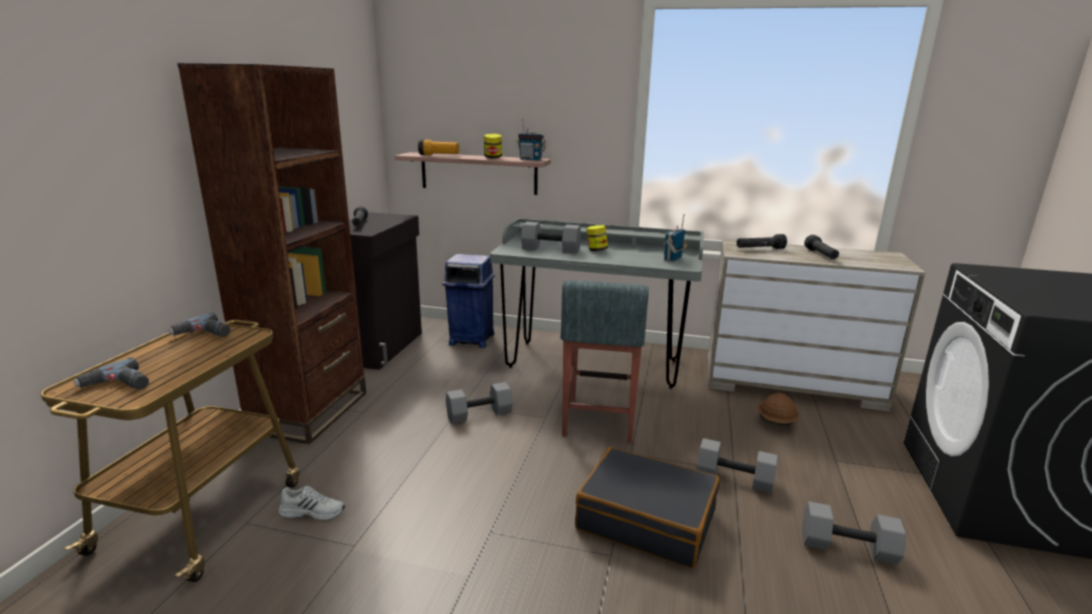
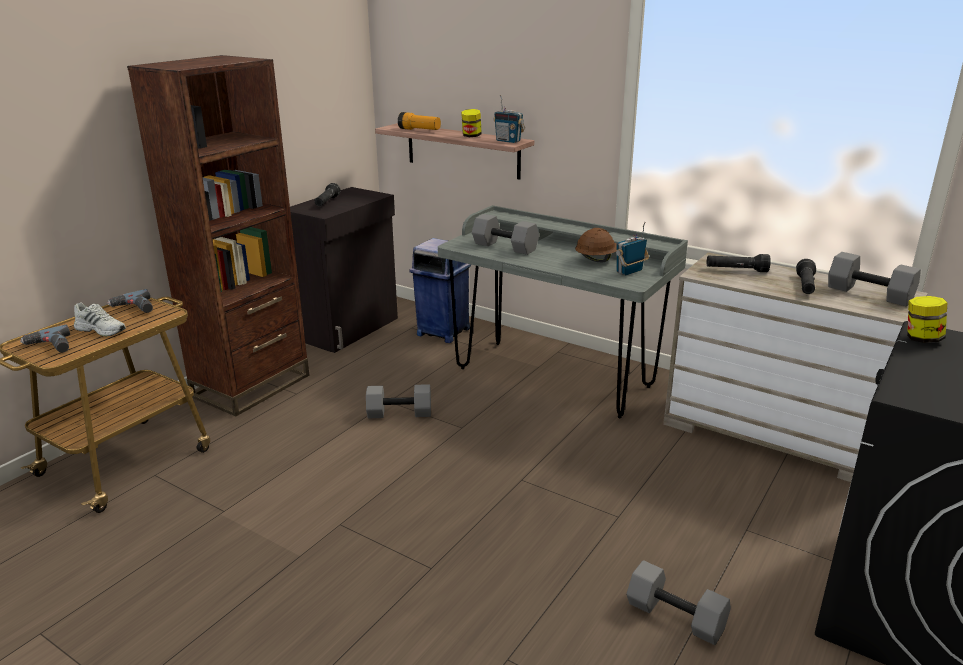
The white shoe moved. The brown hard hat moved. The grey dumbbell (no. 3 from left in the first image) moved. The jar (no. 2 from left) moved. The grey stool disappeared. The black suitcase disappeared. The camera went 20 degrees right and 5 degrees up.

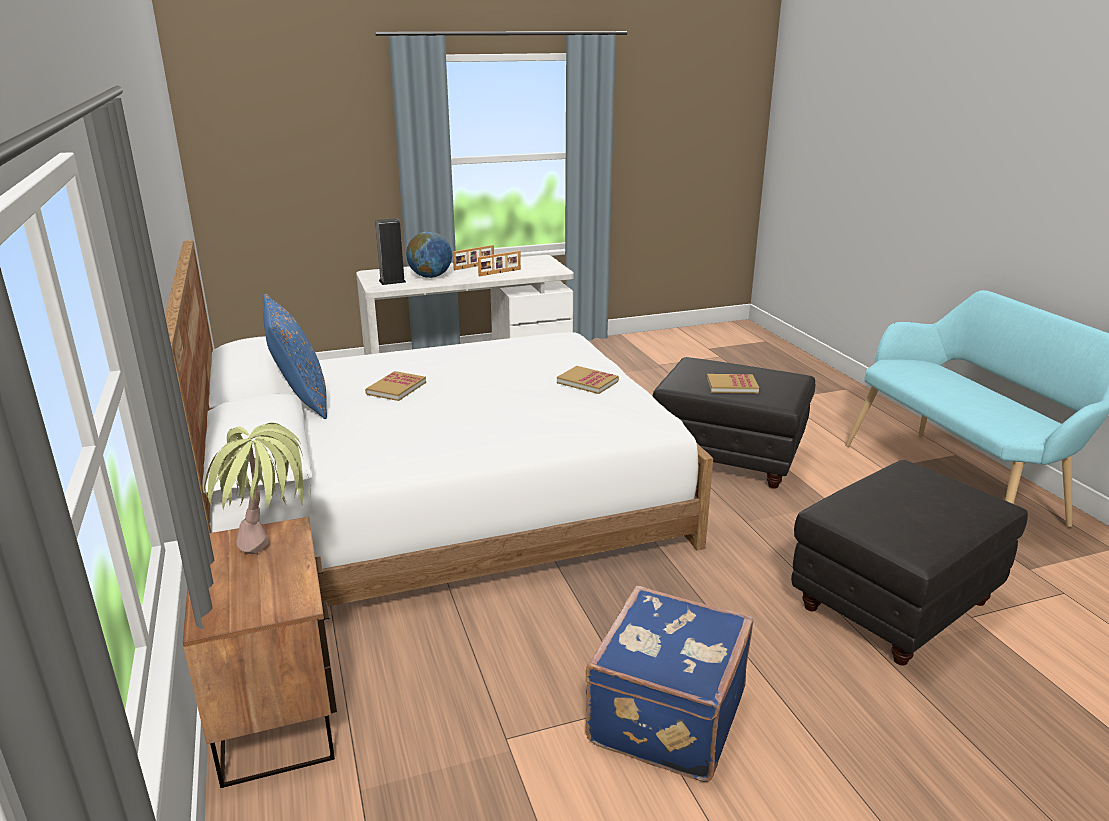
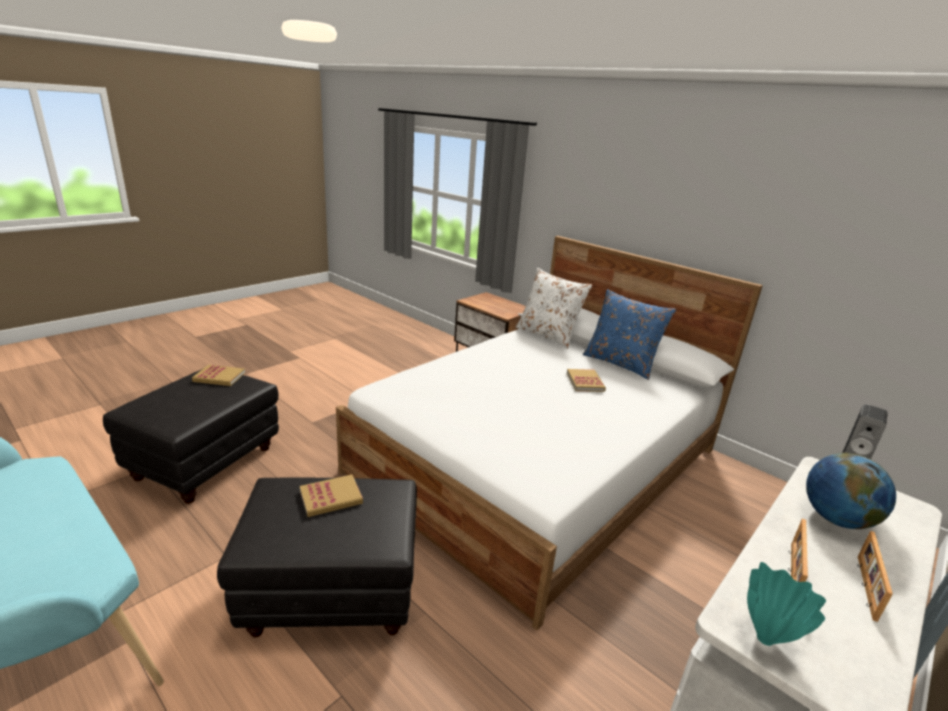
The book (no. 2 from left in the first image) moved. The white pillow appeared. The turquoise vase appeared. The potted plant disappeared. The blue suitcase disappeared. The camera went 150 degrees right and 0 degrees up.

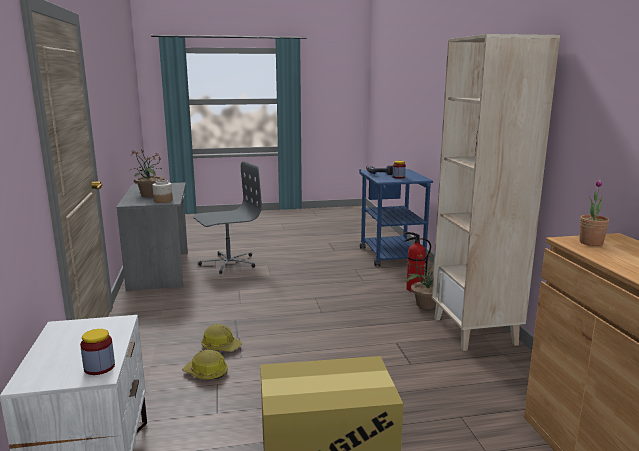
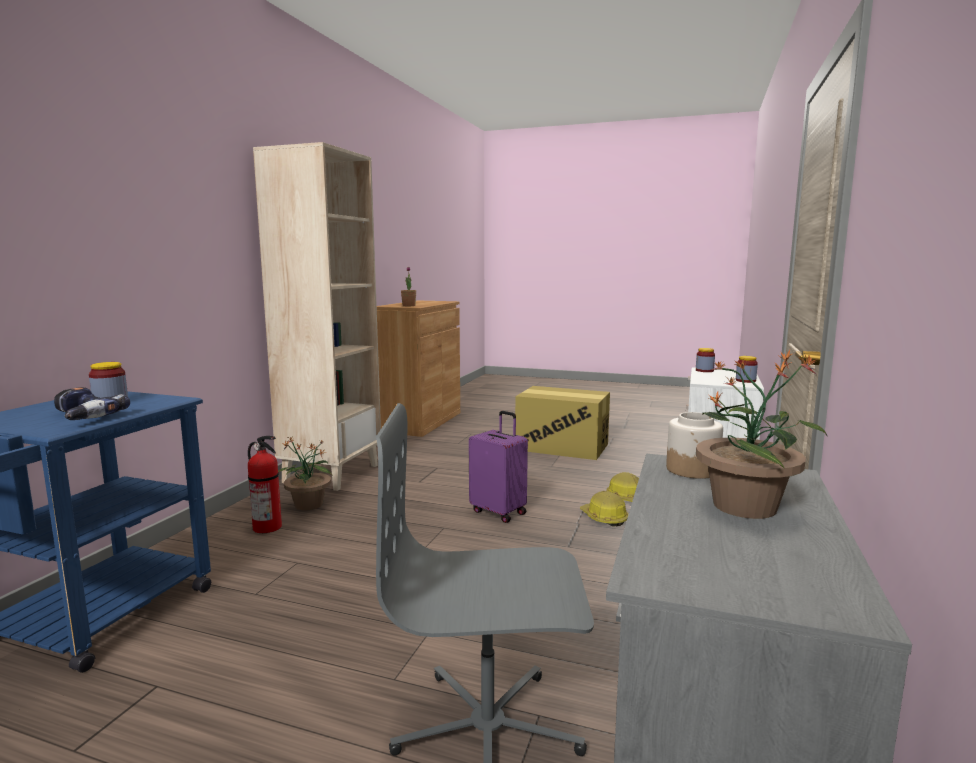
The purple suitcase appeared. The jar (no. 4 from left) appeared. The camera went 150 degrees left and 5 degrees down.

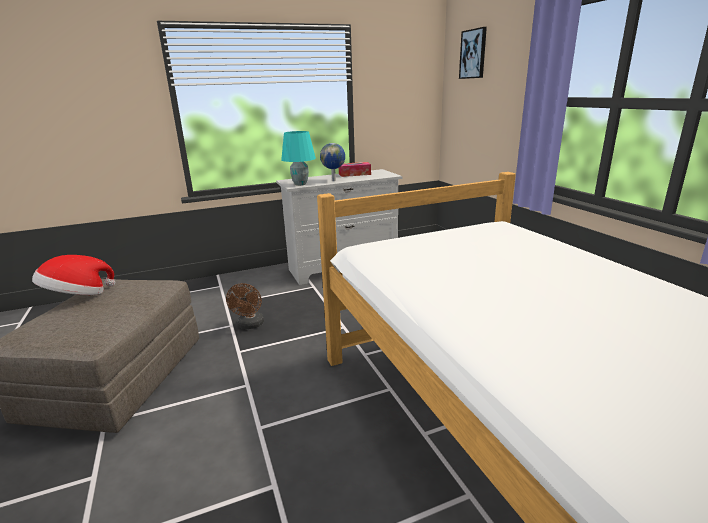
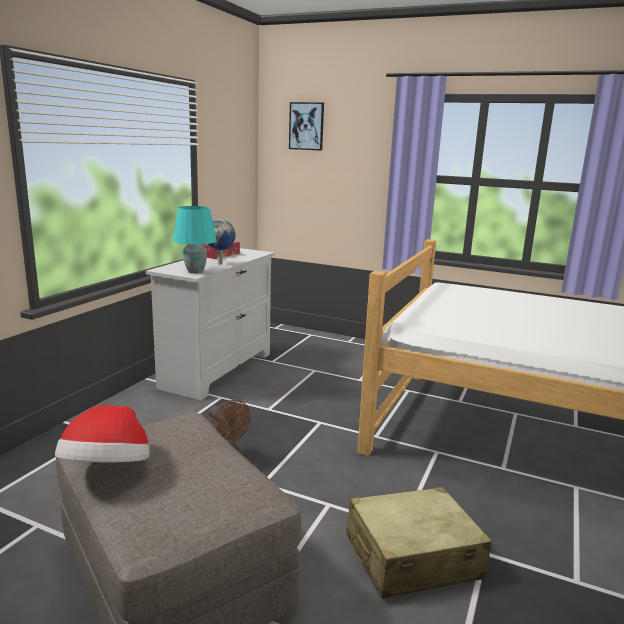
The beige suitcase appeared. The camera went 45 degrees left and 5 degrees down.

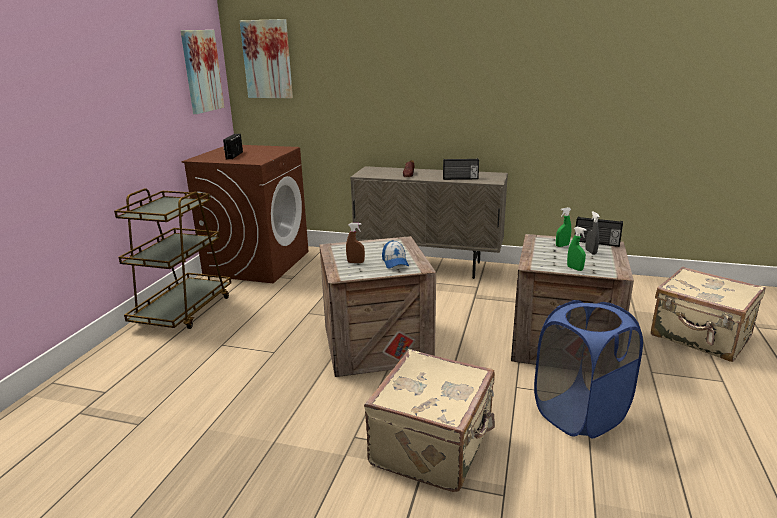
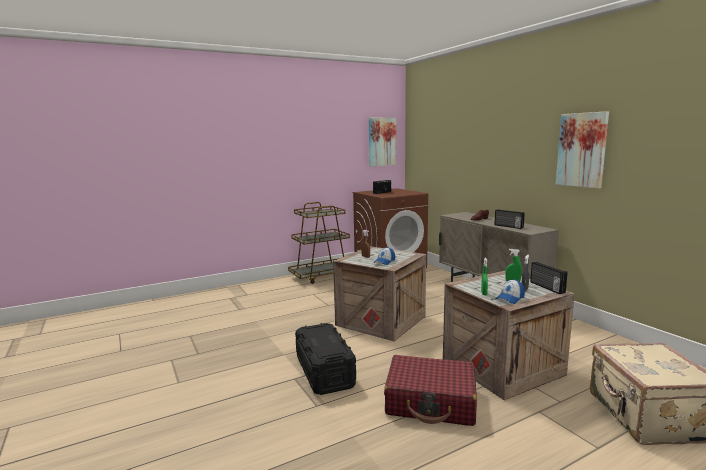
The beige suitcase (no. 1 from left) was replaced by the black storage box. The blue laundry basket was replaced by the red suitcase. The cap (no. 2 from left) appeared. The picture (no. 2 from left) moved. The camera went 45 degrees right and 10 degrees down.

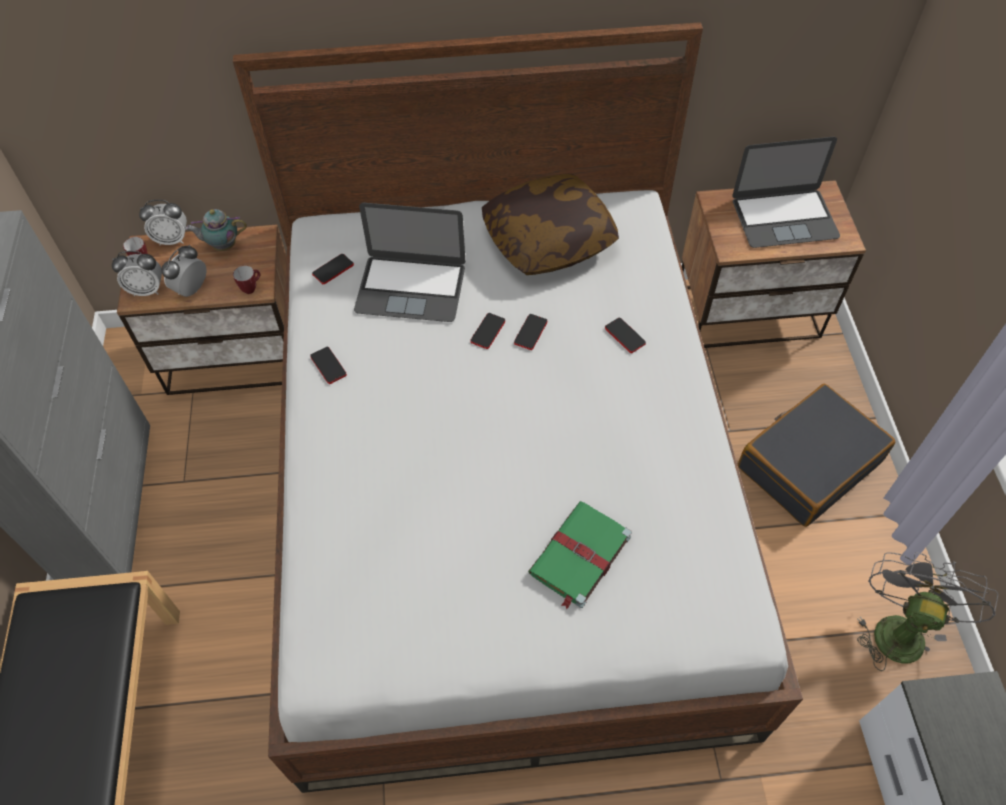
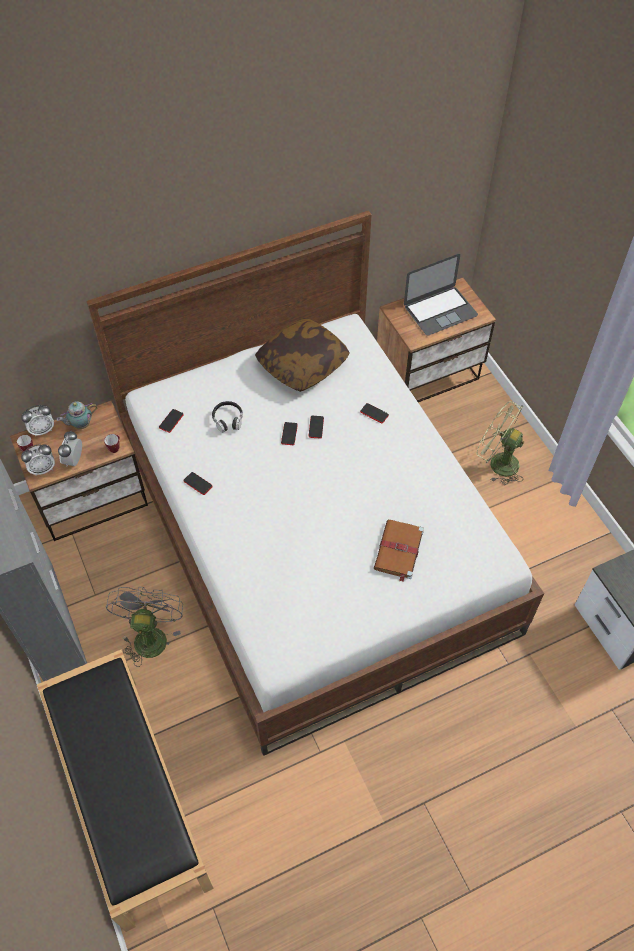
The grey fan moved. The laptop (no. 1 from left) was replaced by the black headphones. The green book became the brown book. The black suitcase was replaced by the green fan. The camera went 20 degrees left and 0 degrees up.

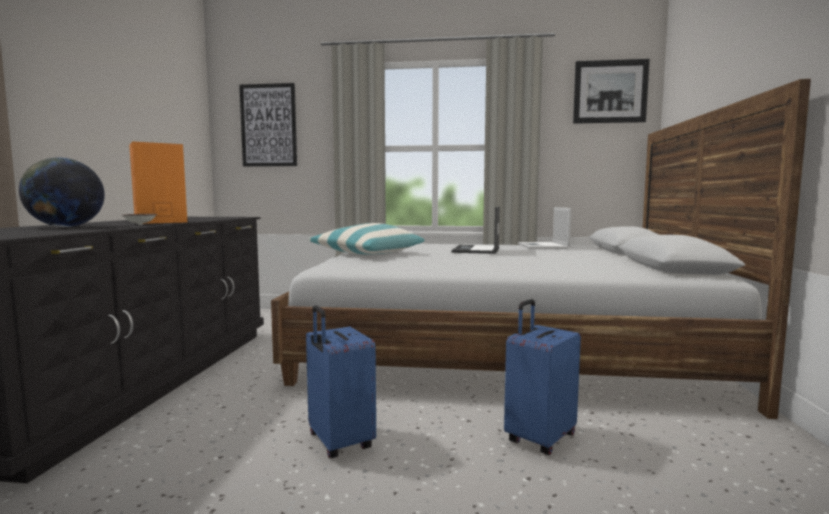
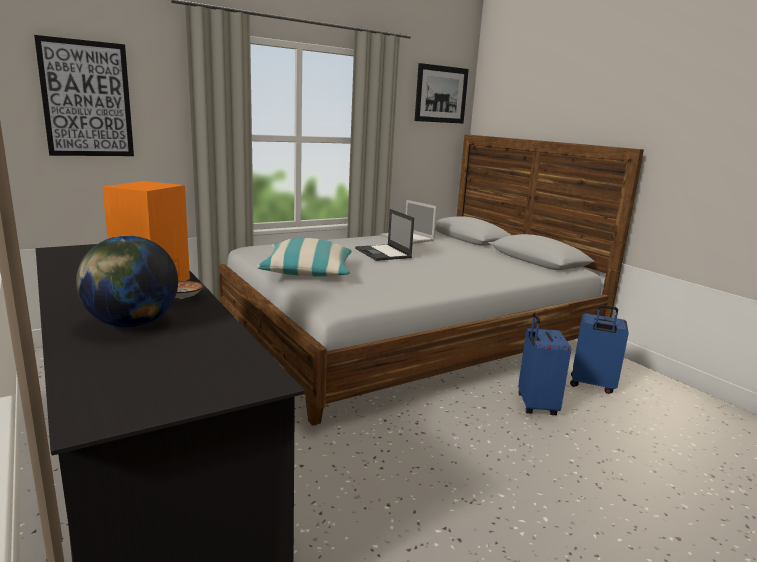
The blue suitcase (no. 1 from left in the first image) moved. The camera went 40 degrees left and 10 degrees up.

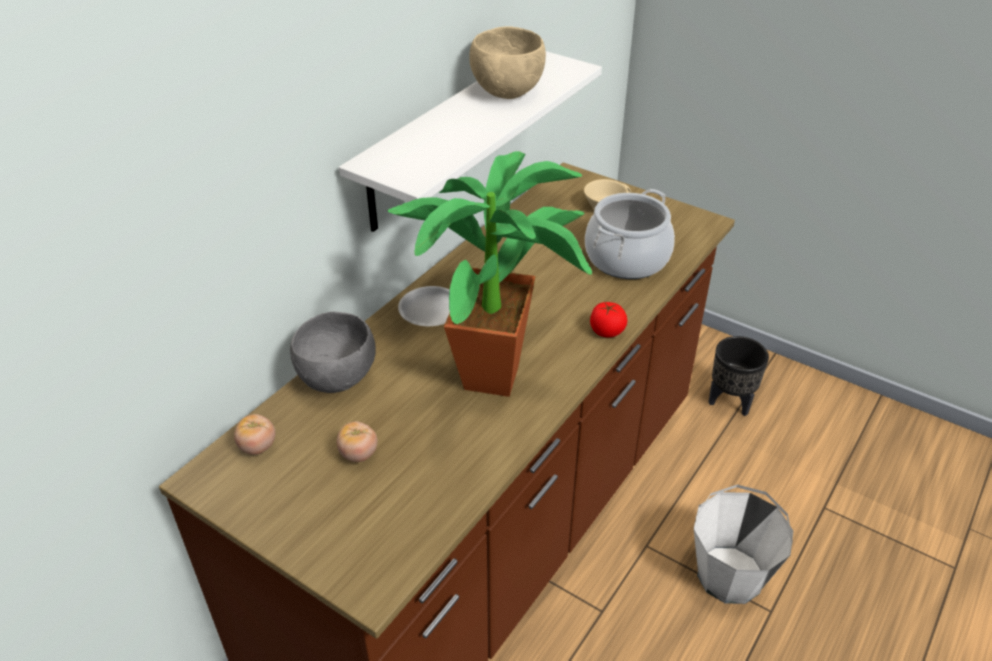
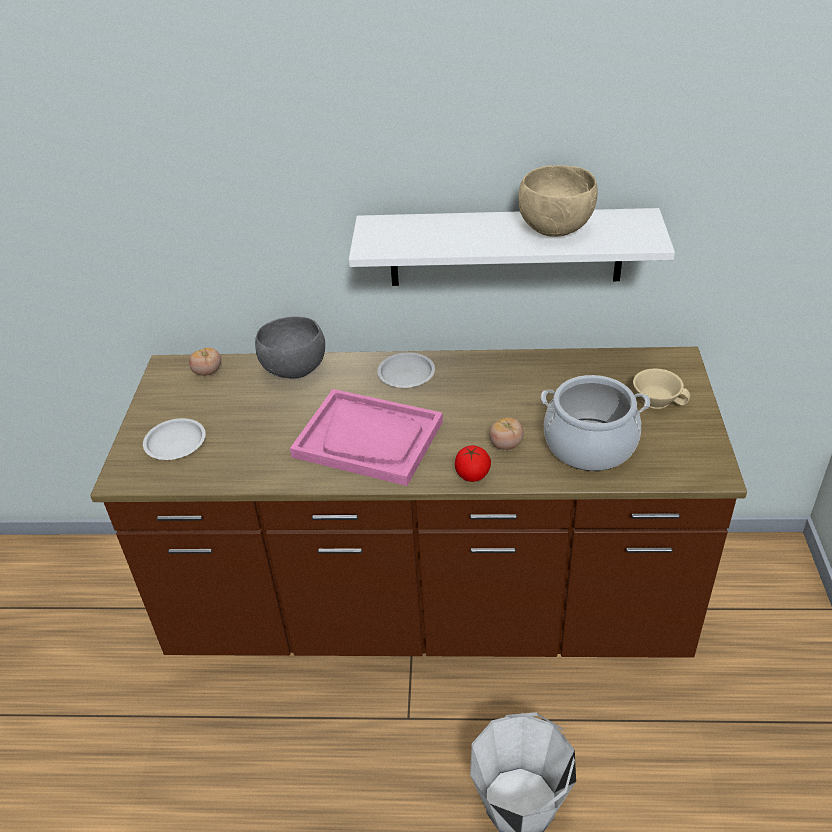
The white plate (no. 1 from left) appeared. The potted plant was replaced by the pink tray. The tomato (no. 2 from left in the first image) moved. The black planter disappeared. The camera went 60 degrees right and 0 degrees up.

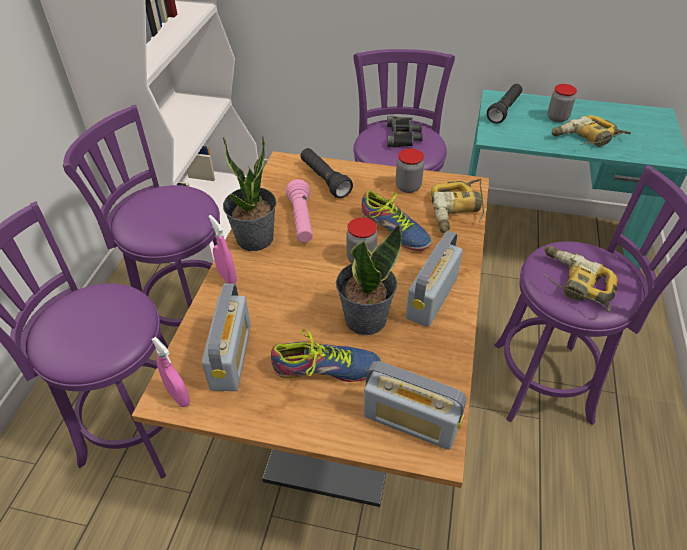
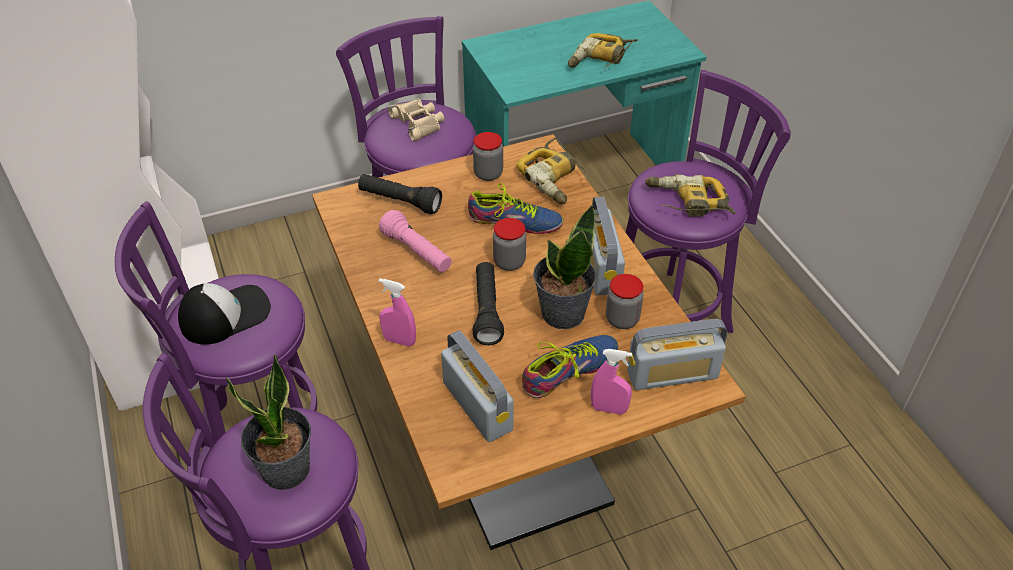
The cap appeared. The potted plant (no. 1 from left) moved. The black binoculars became the beige binoculars. The black flashlight (no. 2 from left) moved. The pink spray bottle (no. 1 from left in the first image) moved. The jar (no. 3 from left) moved. The camera went 35 degrees left and 0 degrees up.

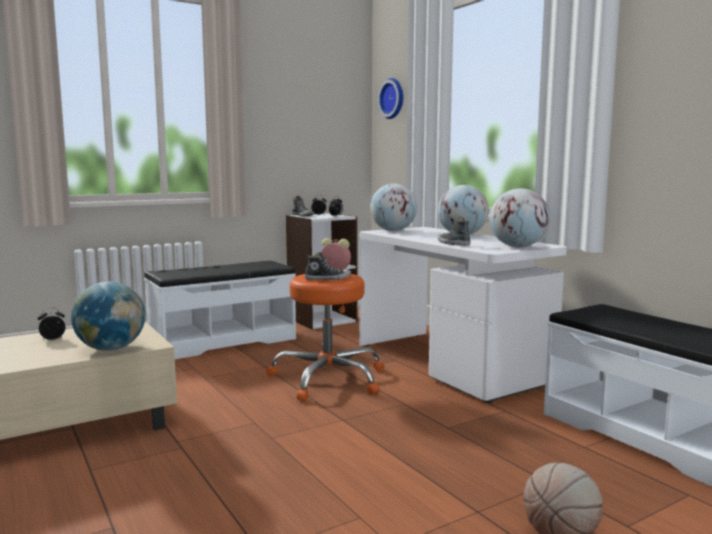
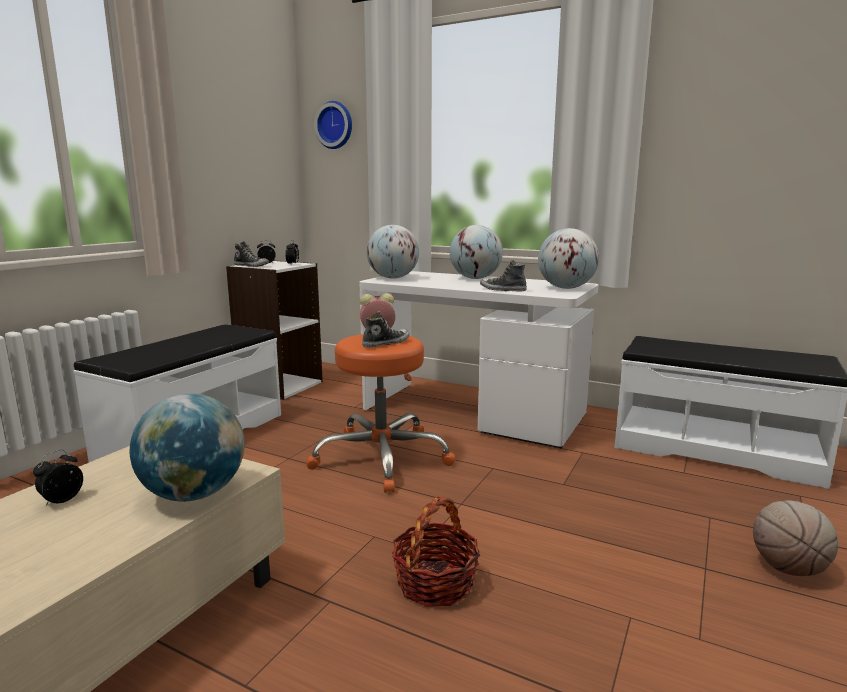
The basket appeared. The camera went 30 degrees left and 5 degrees up.

